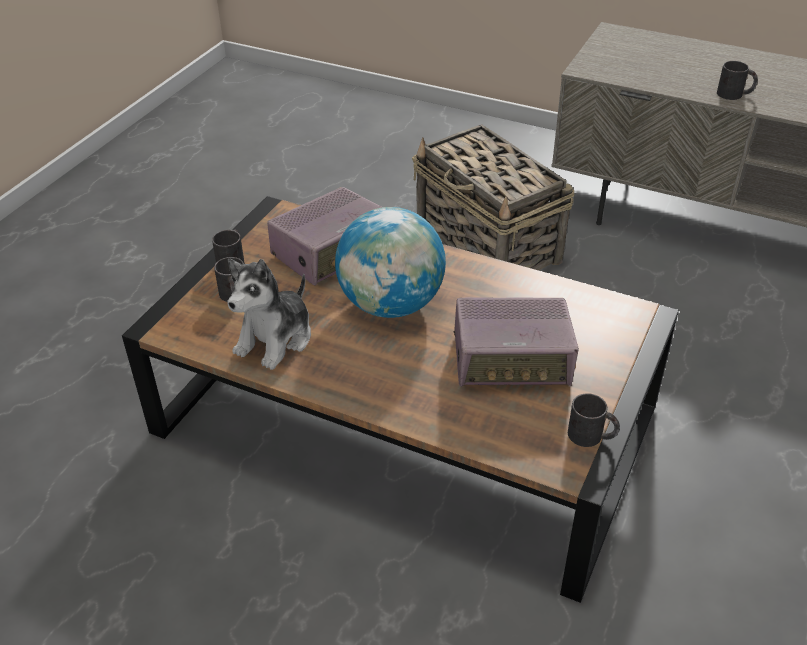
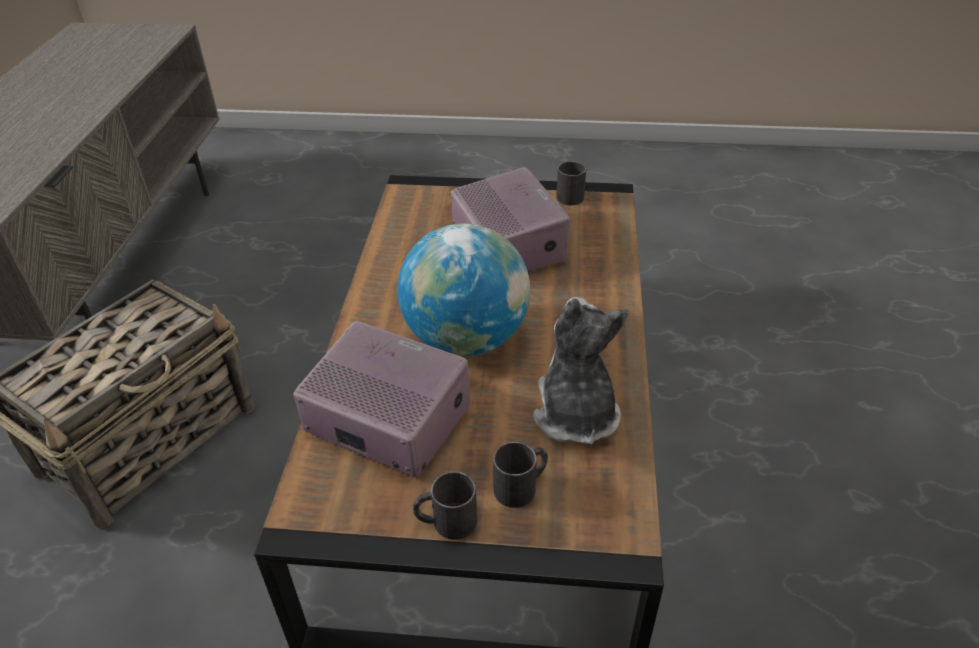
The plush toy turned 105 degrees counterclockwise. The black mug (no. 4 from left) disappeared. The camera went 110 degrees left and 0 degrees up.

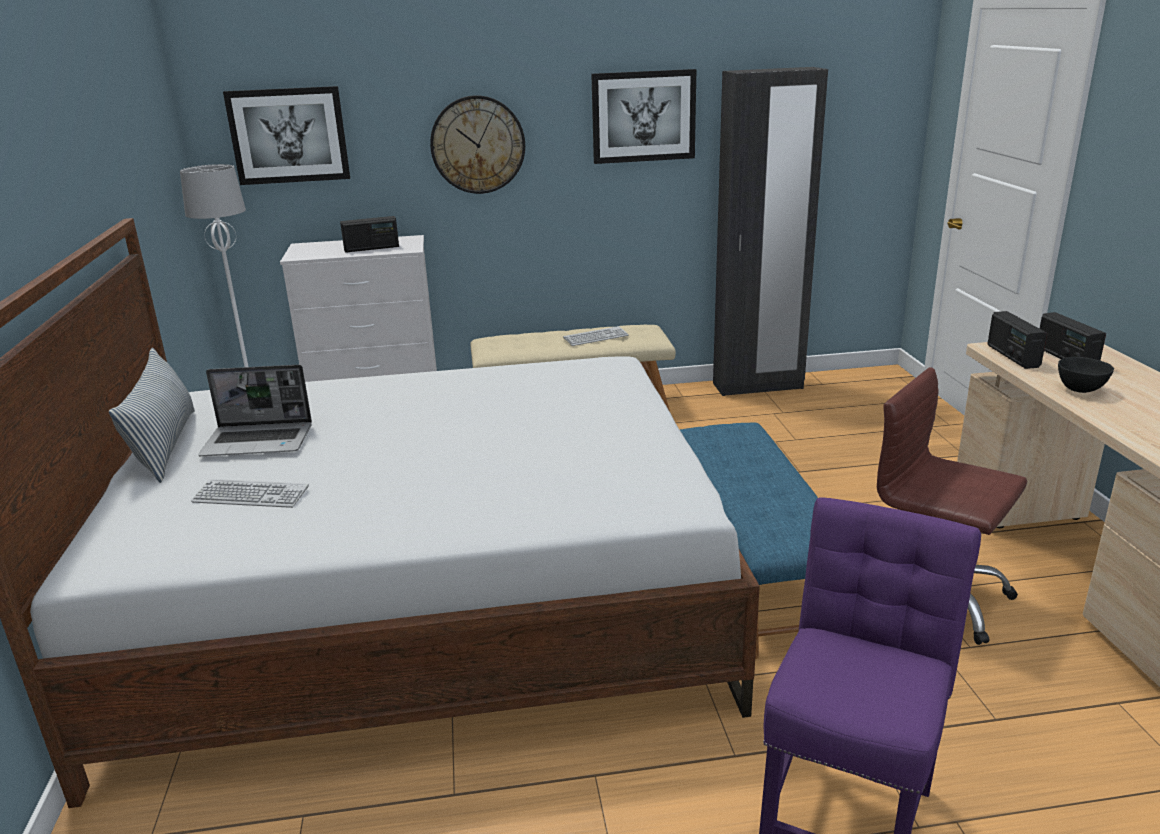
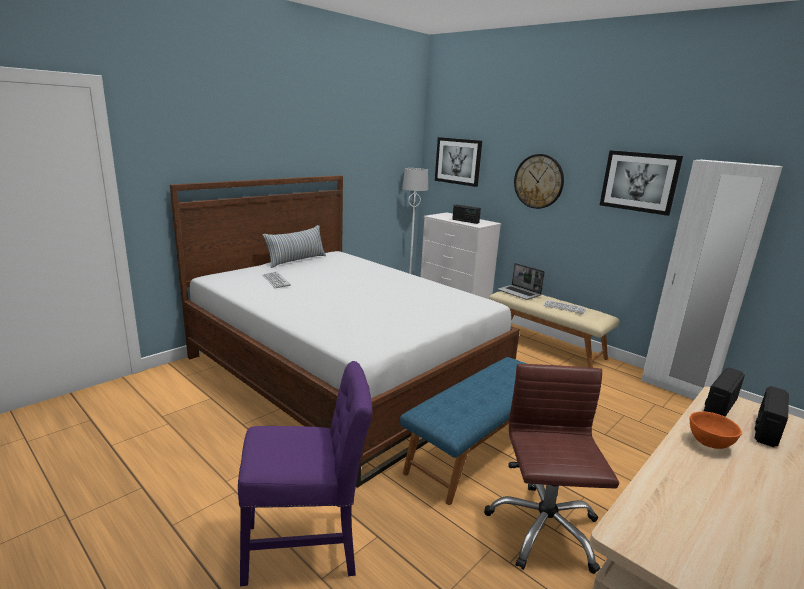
The laptop moved. The black wardrobe became the white wardrobe. The black bowl became the orange bowl. The camera went 50 degrees right and 5 degrees down.

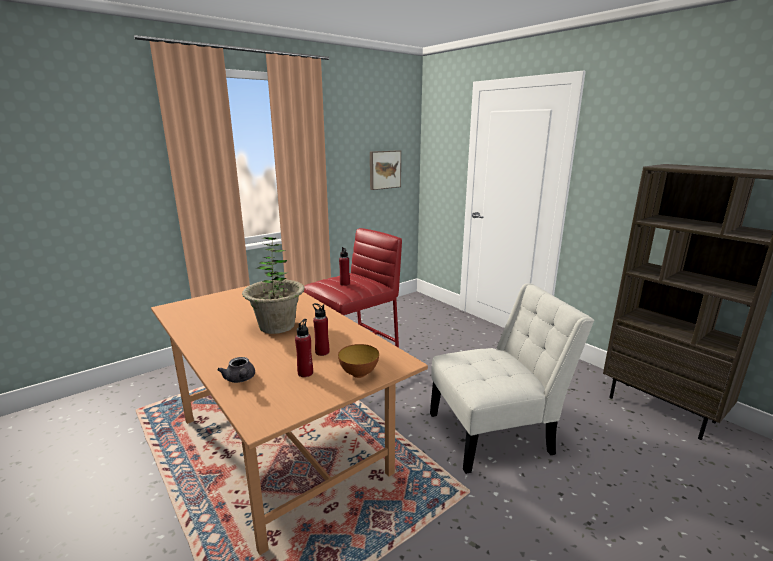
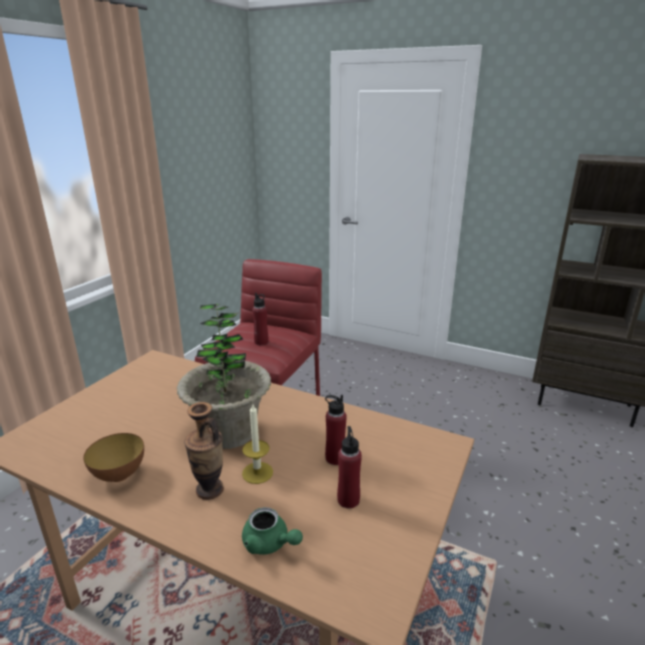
The bowl moved. The vase appeared. The candle appeared. The grey teapot became the green teapot. The picture disappeared. The white chair disappeared. The camera went 25 degrees left and 5 degrees up.

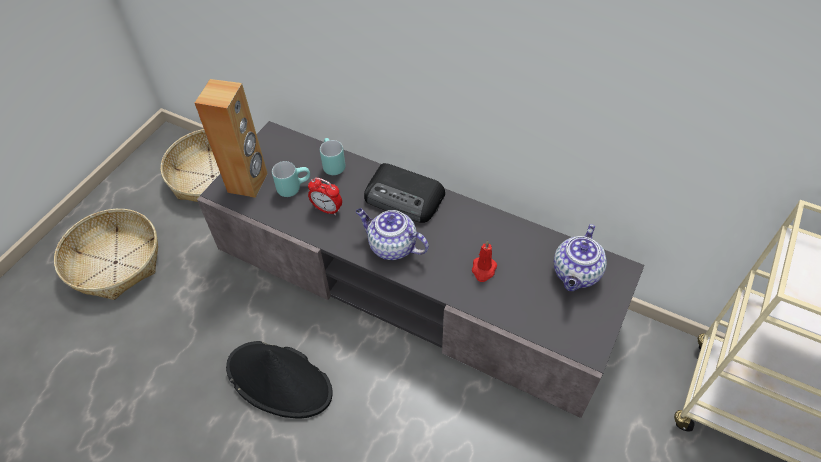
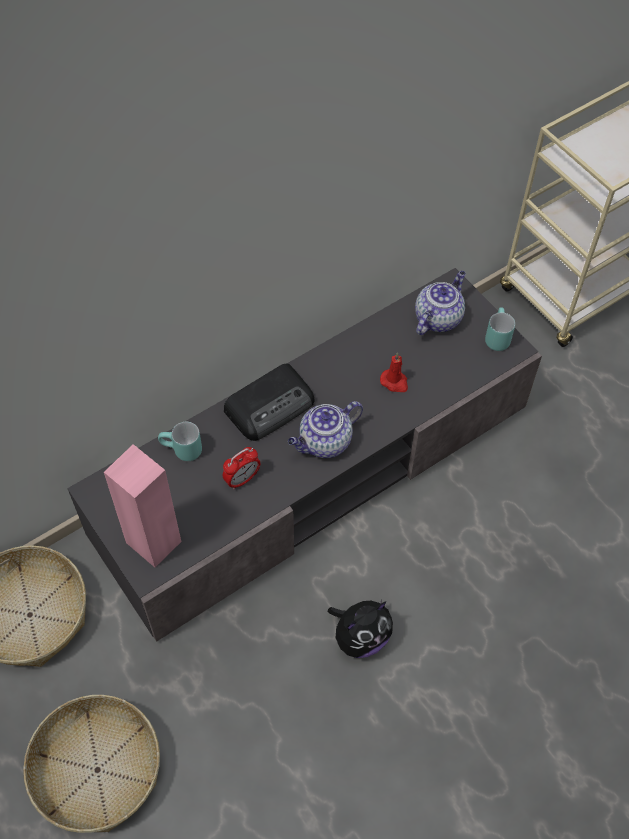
The brown speaker became the pink speaker. The black hat was replaced by the plush toy. The teapot (no. 2 from left) turned 105 degrees counterclockwise. The turquoise mug (no. 1 from left in the first image) moved. The camera went 65 degrees left and 5 degrees up.

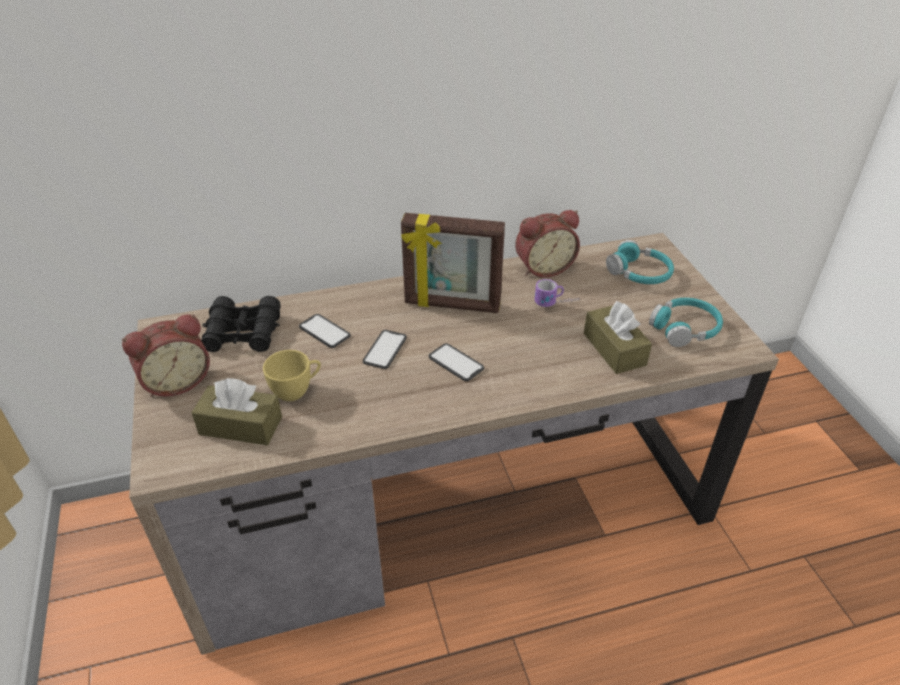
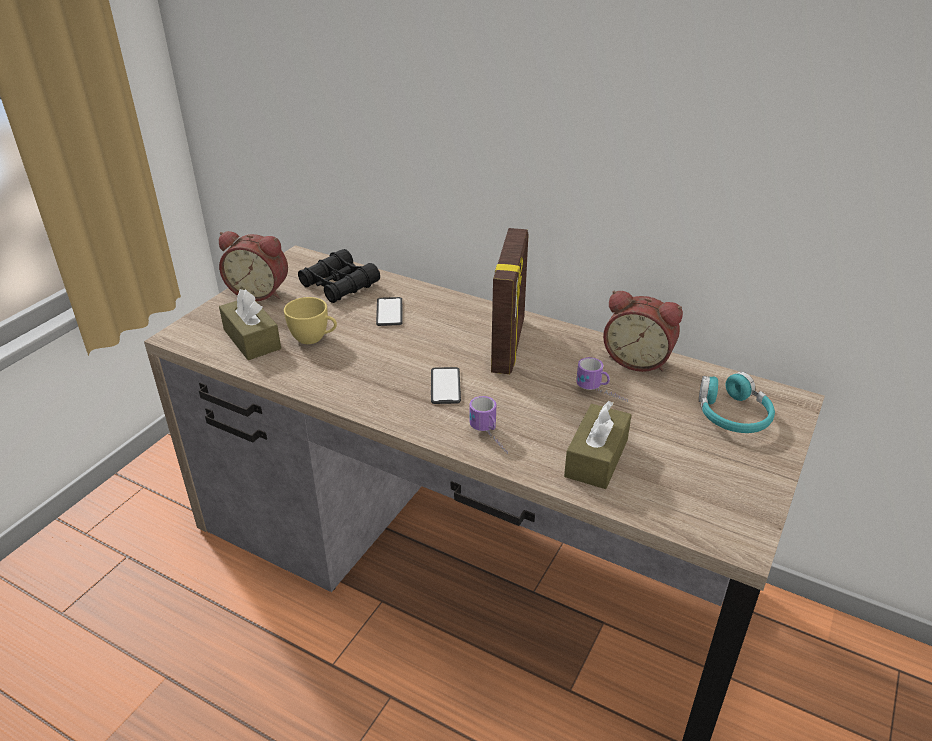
The mug (no. 1 from left) appeared. The picture frame turned 135 degrees counterclockwise. The phone (no. 2 from left) disappeared. The turquoise headphones (no. 2 from left) disappeared. The camera went 45 degrees right and 5 degrees down.

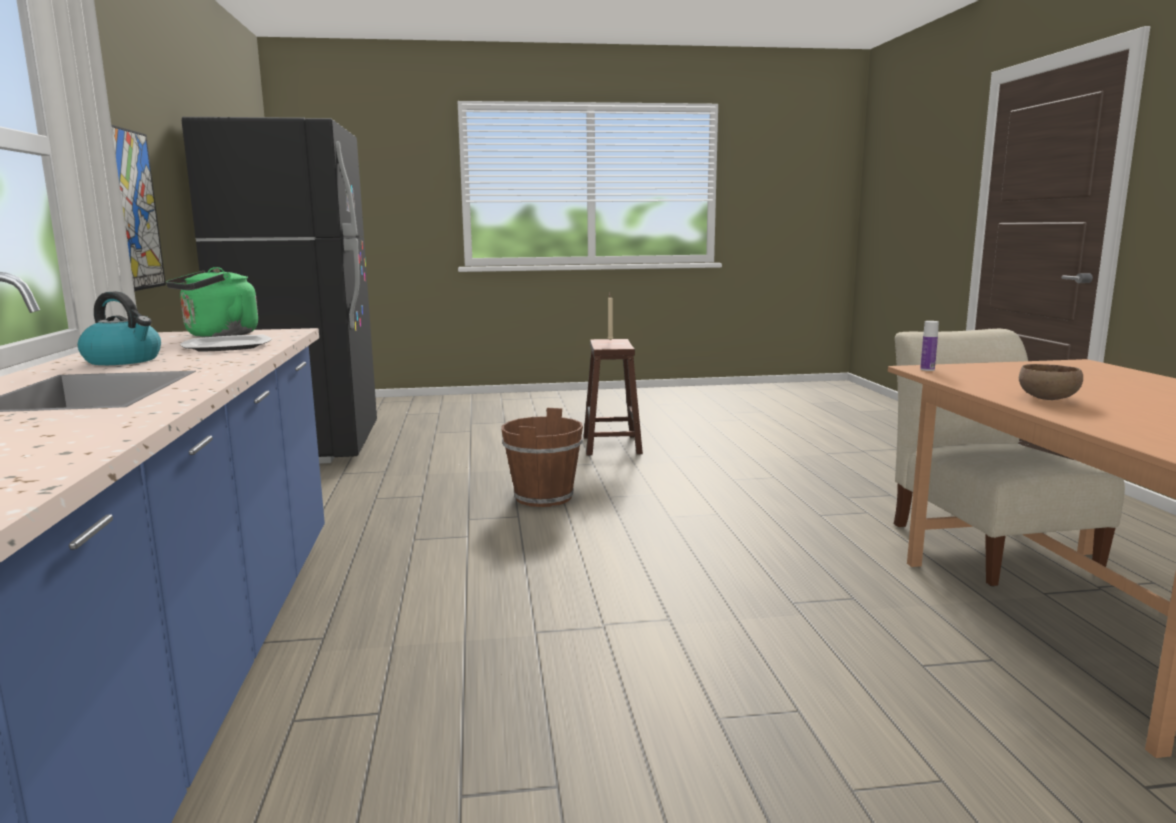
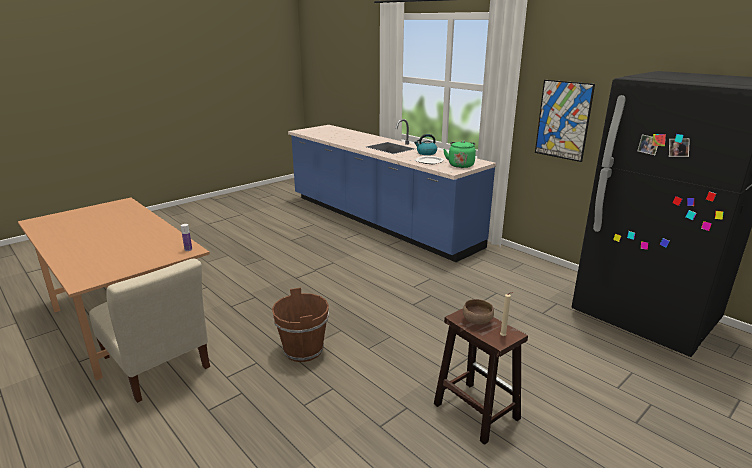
The brown bucket moved. The brown bowl moved. The camera went 145 degrees right and 10 degrees up.

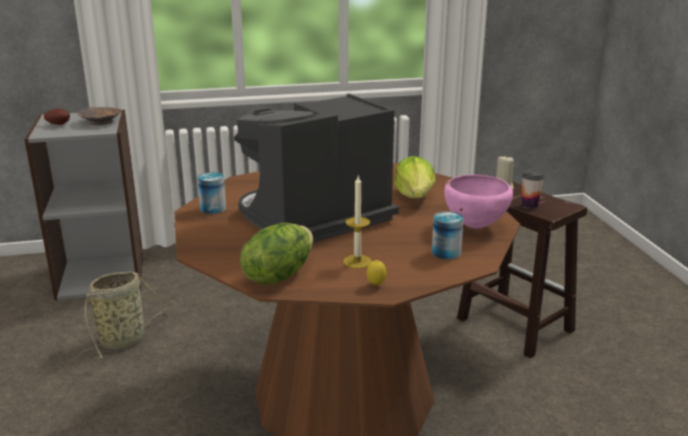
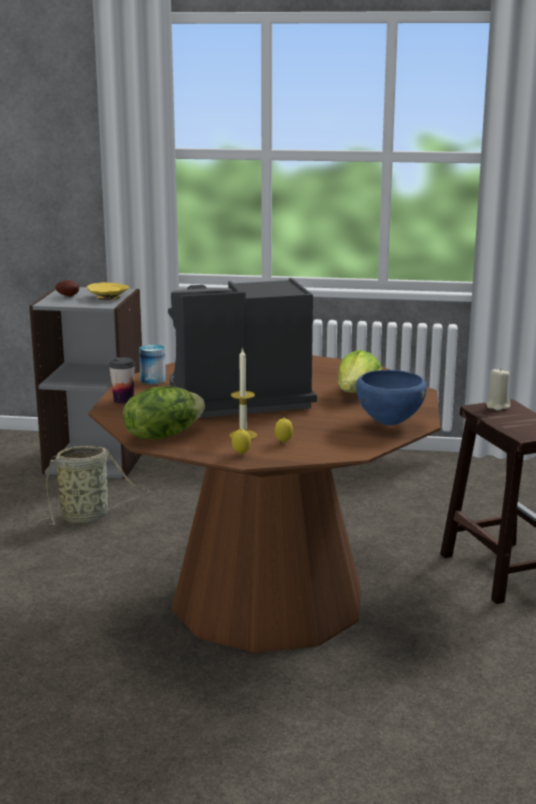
The brown bowl became the yellow bowl. The cup moved. The lemon (no. 2 from left) appeared. The pink bowl became the blue bowl. The can (no. 2 from left) disappeared. The camera went 20 degrees right and 5 degrees down.

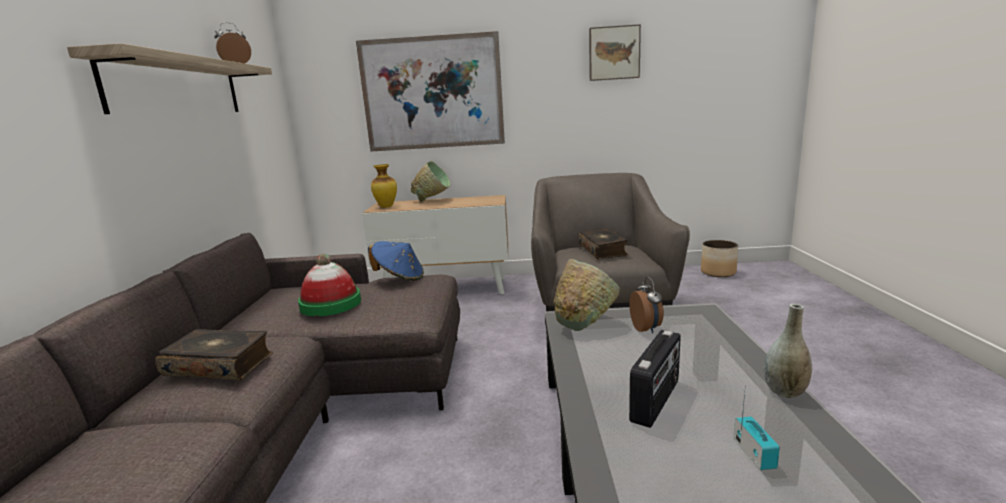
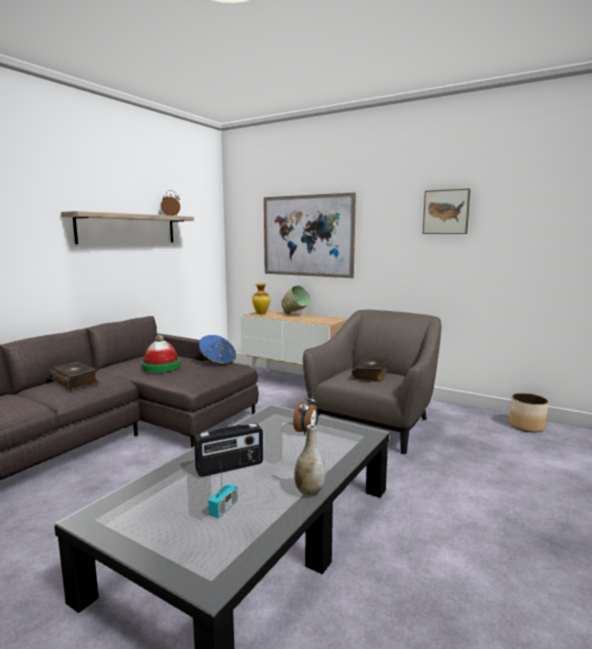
The green bowl (no. 2 from left) disappeared. The camera went 30 degrees right and 5 degrees down.

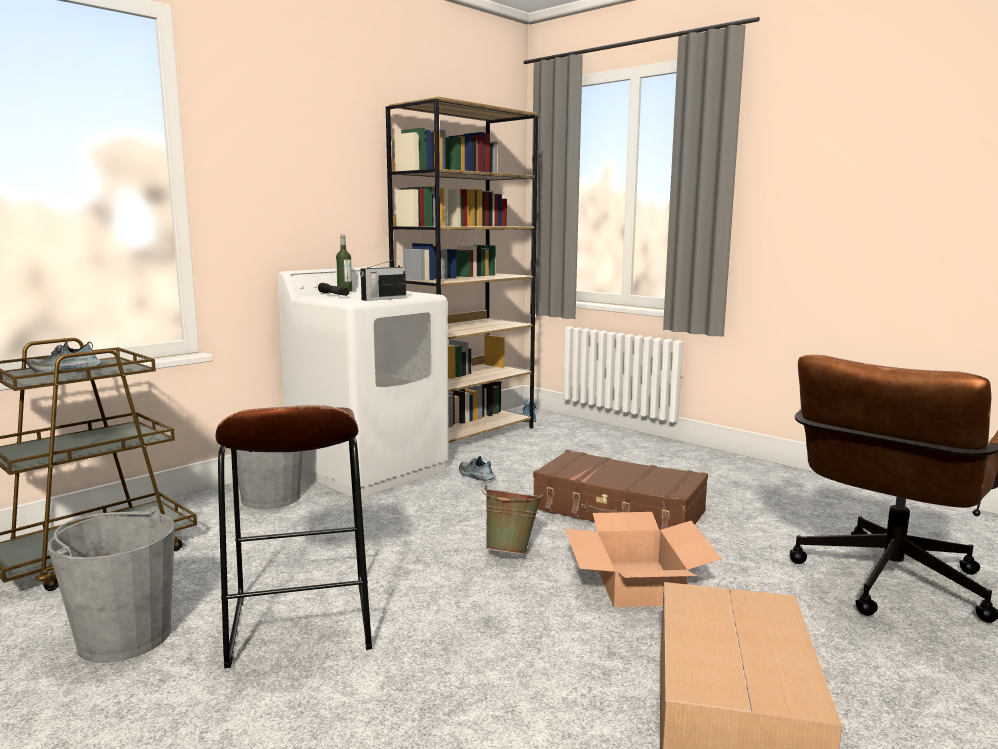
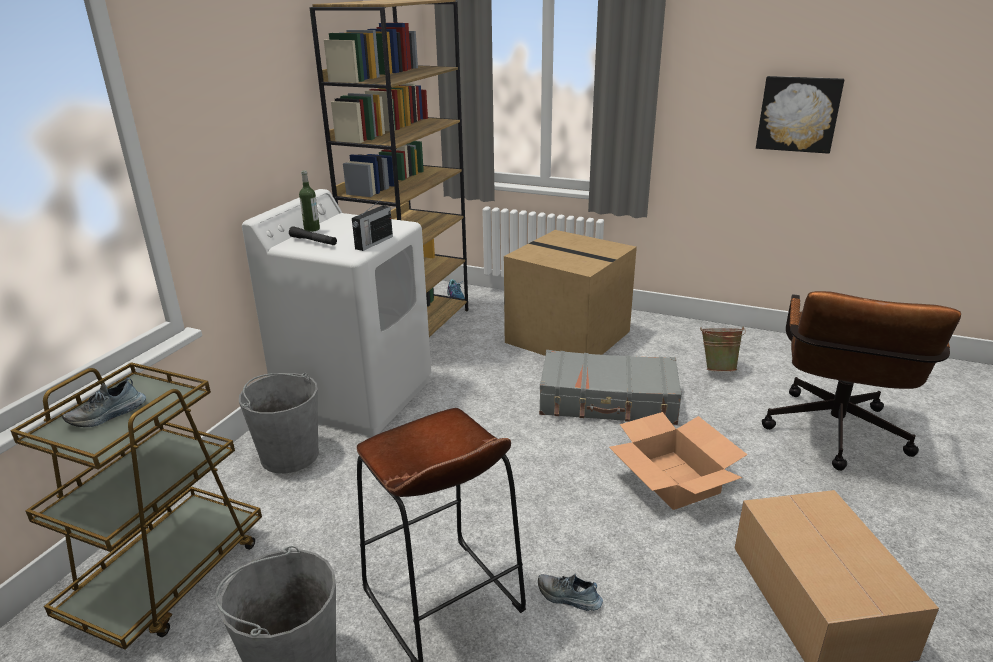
The cardboard box (no. 1 from left) appeared. The shoe (no. 2 from left in the first image) moved. The brown suitcase became the grey suitcase. The green bucket moved. The picture appeared. The camera went 20 degrees left and 15 degrees up.

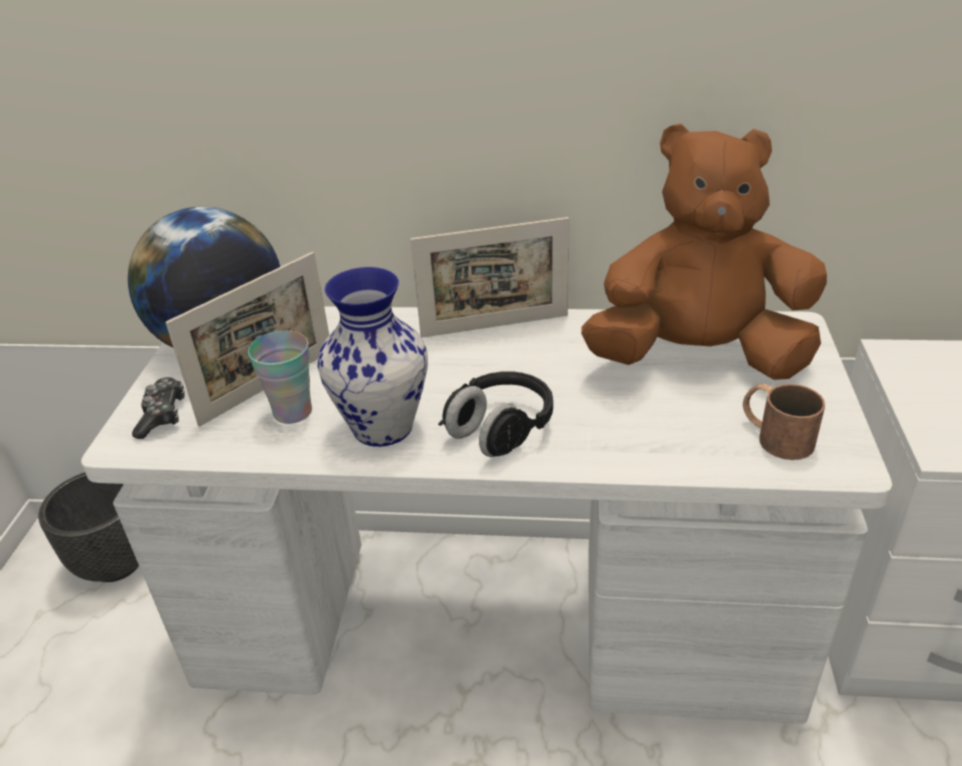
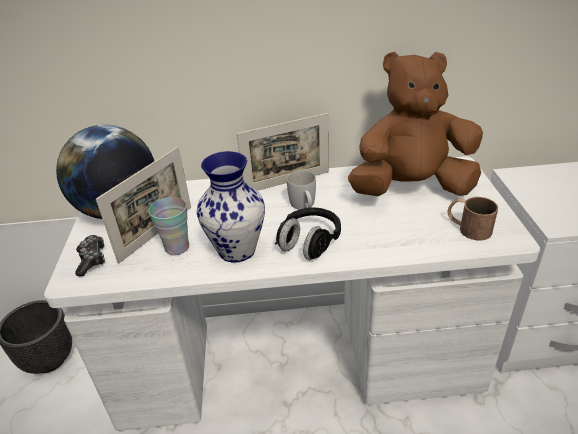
The white mug appeared. The camera went 10 degrees left and 0 degrees up.

